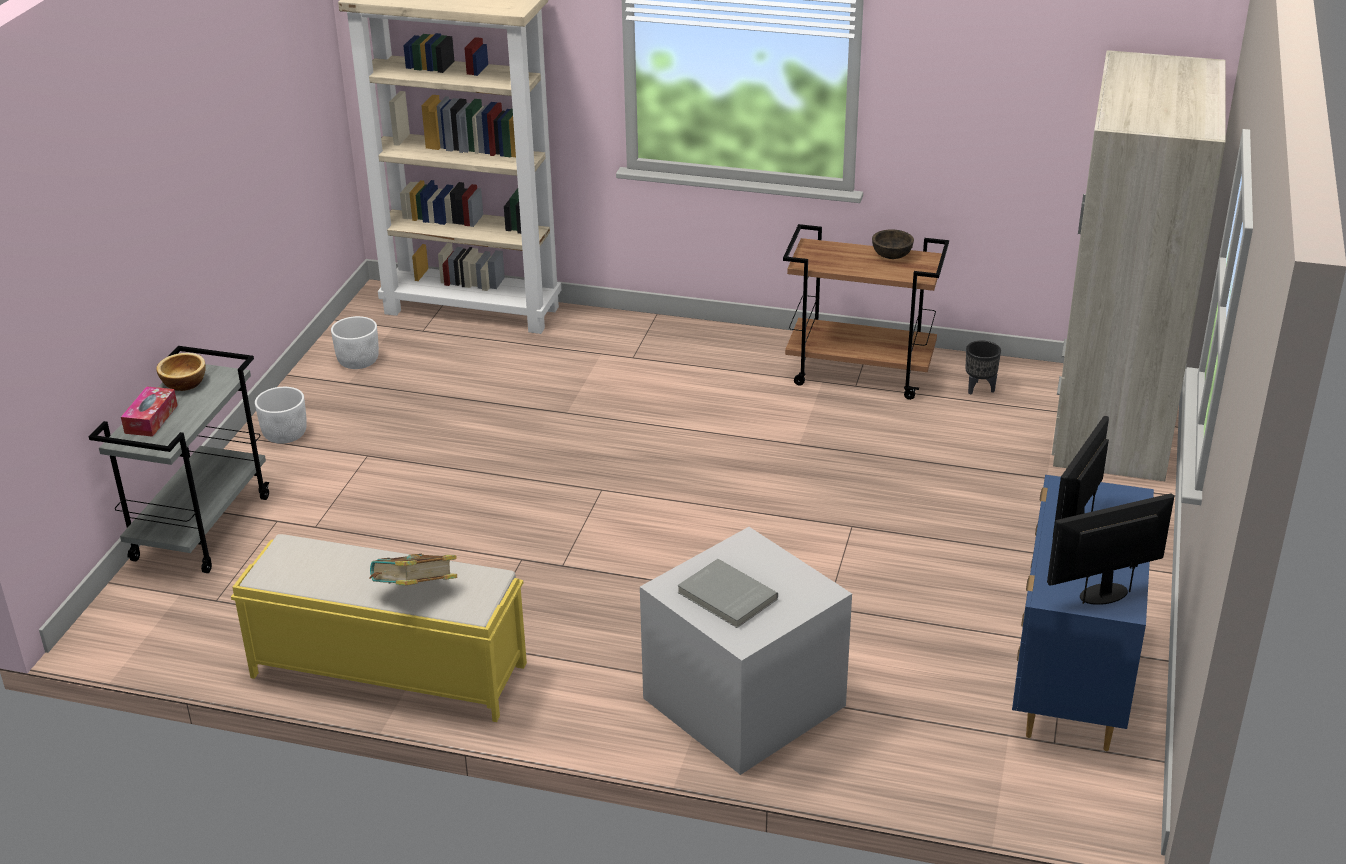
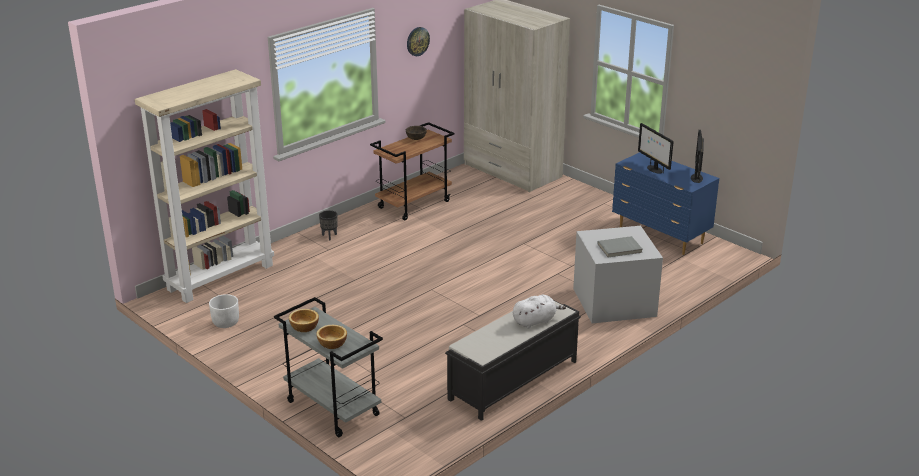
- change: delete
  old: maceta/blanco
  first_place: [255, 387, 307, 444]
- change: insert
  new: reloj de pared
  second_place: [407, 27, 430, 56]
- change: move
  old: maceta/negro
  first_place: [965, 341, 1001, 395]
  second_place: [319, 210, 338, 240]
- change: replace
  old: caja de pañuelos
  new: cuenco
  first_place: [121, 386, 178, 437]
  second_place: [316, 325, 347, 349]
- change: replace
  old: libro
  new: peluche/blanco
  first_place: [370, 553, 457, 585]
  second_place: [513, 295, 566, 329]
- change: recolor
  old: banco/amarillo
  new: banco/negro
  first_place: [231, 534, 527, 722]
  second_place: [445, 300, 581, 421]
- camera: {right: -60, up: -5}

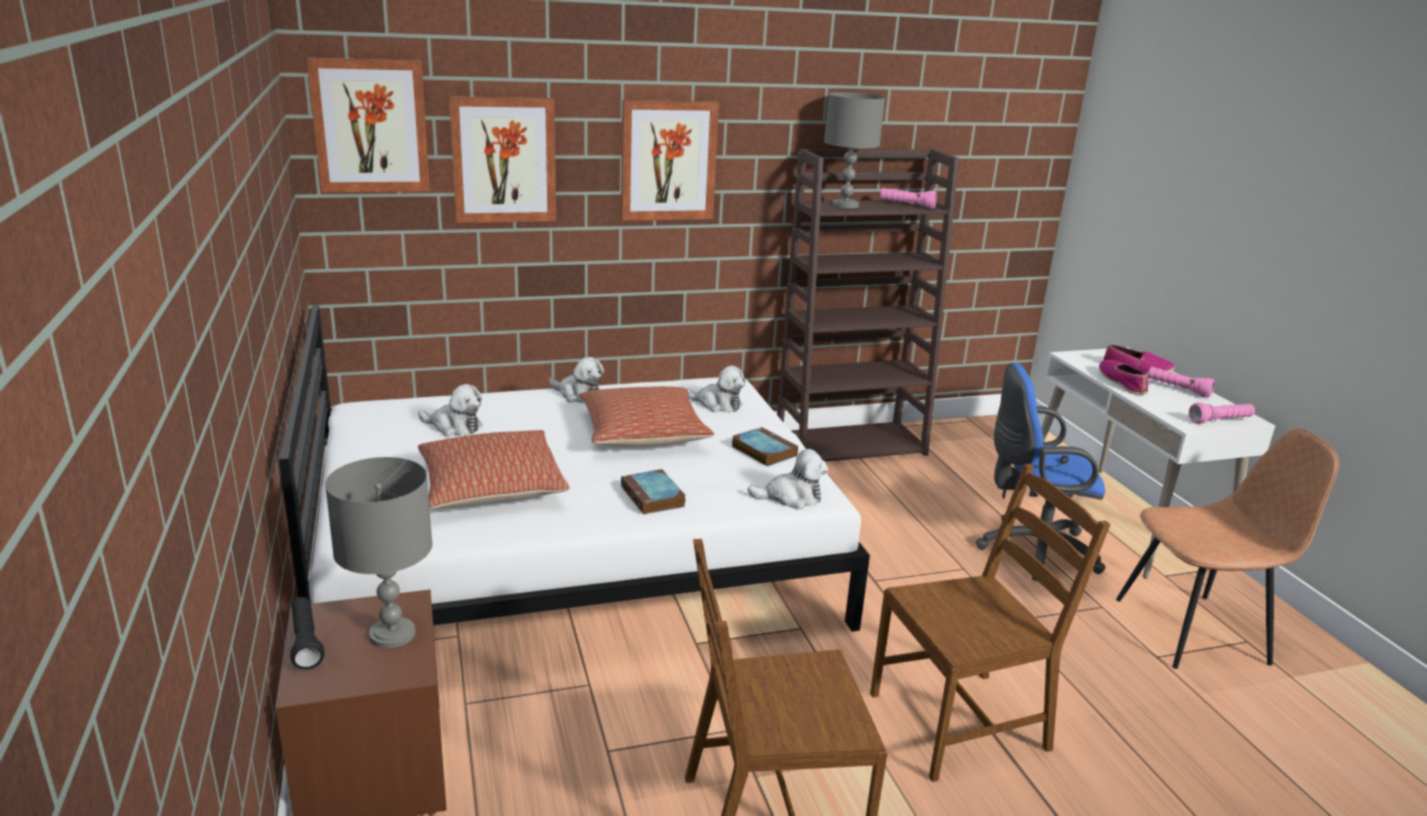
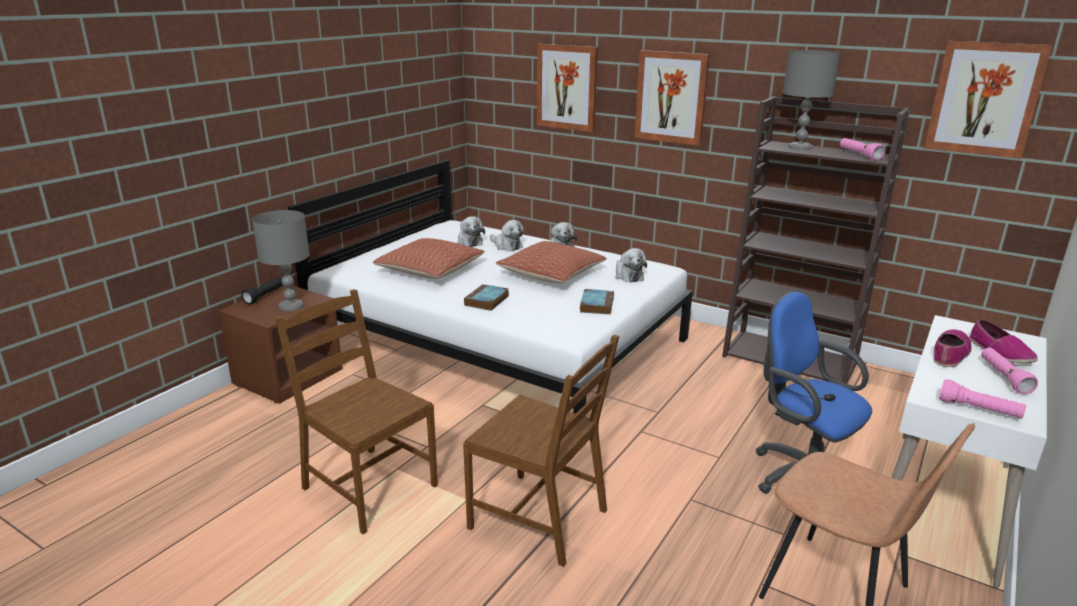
- change: move
  old: cuadro
  first_place: [307, 58, 430, 192]
  second_place: [924, 41, 1053, 159]
- change: move
  old: peluche
  first_place: [748, 449, 828, 509]
  second_place: [490, 220, 524, 251]
- camera: {right: 50, up: 0}

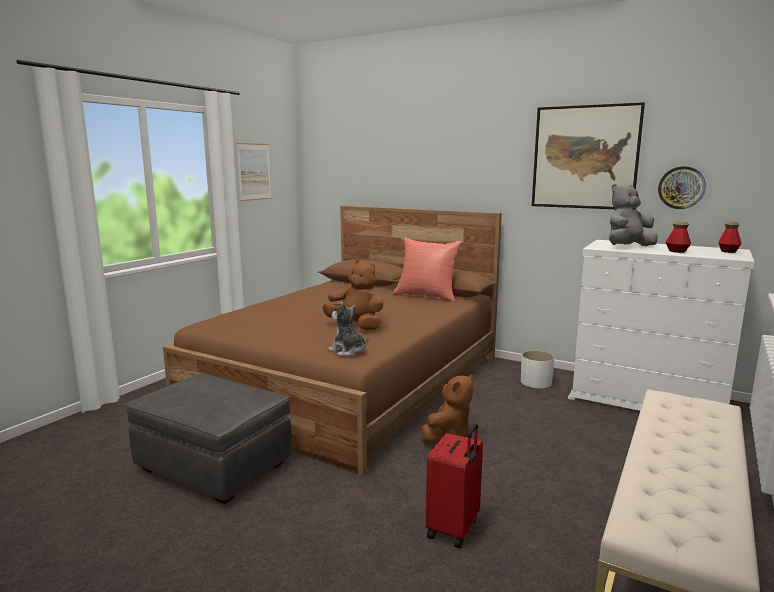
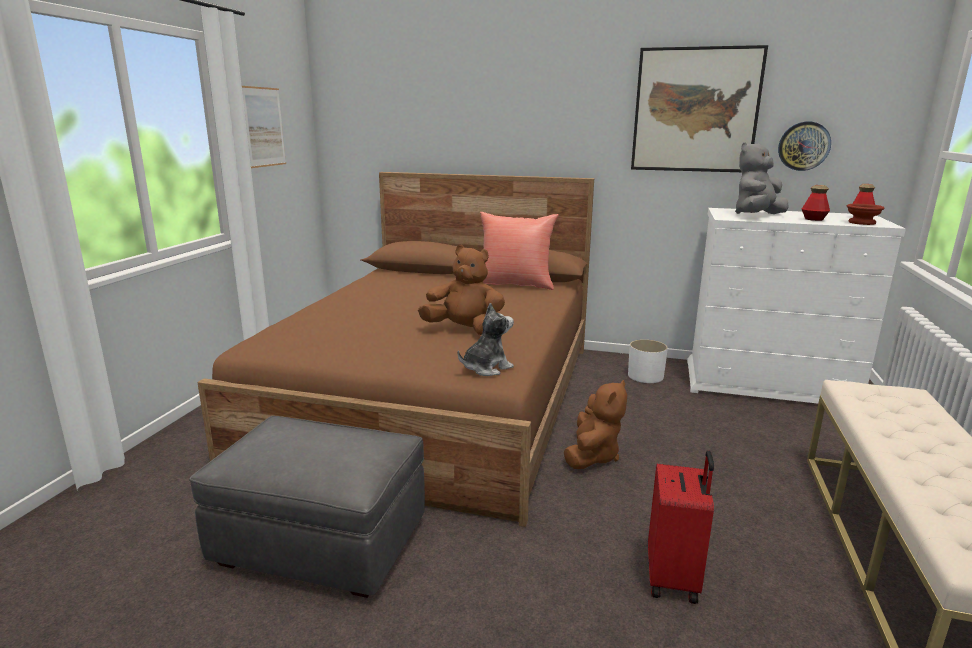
- change: insert
  new: cuenco/marrón
  second_place: [847, 204, 885, 225]
- change: rotate
  old: peluche
  first_place: [328, 302, 368, 356]
  second_place: [458, 303, 514, 376]
  degrees: 120
- camera: {right: -15, up: 5}

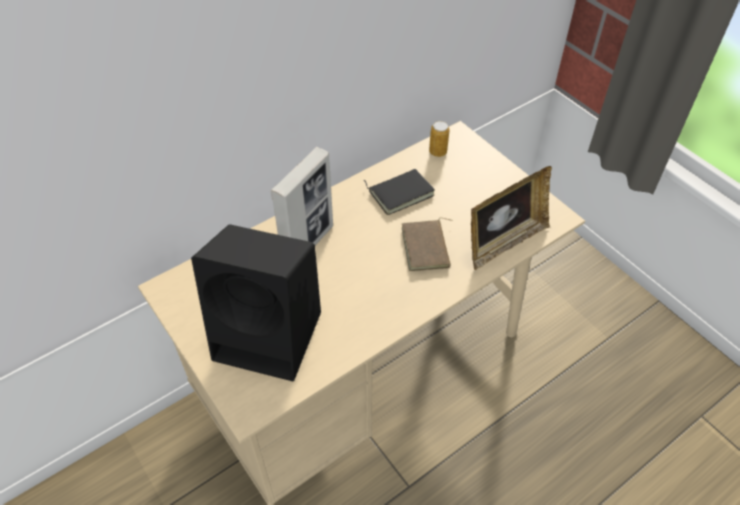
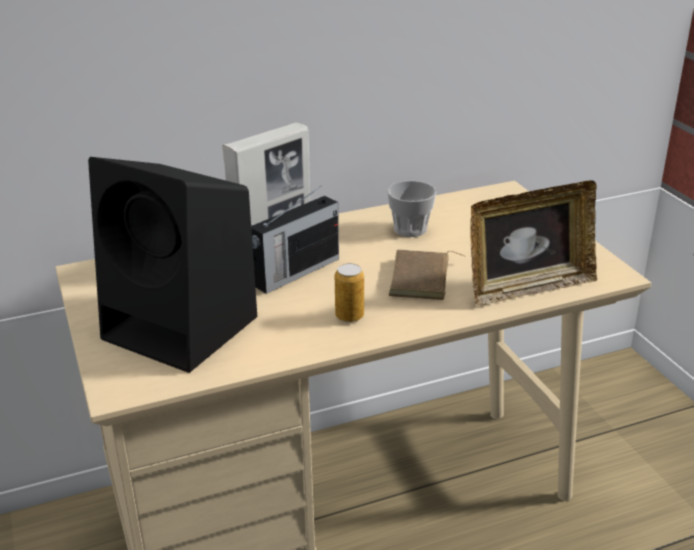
- change: insert
  new: radio
  second_place: [251, 186, 339, 294]
- change: move
  old: lata
  first_place: [429, 121, 450, 157]
  second_place: [335, 263, 364, 322]
- change: replace
  old: libro/negro
  new: taza
  first_place: [364, 169, 435, 215]
  second_place: [387, 181, 436, 237]
- camera: {right: 15, up: -20}

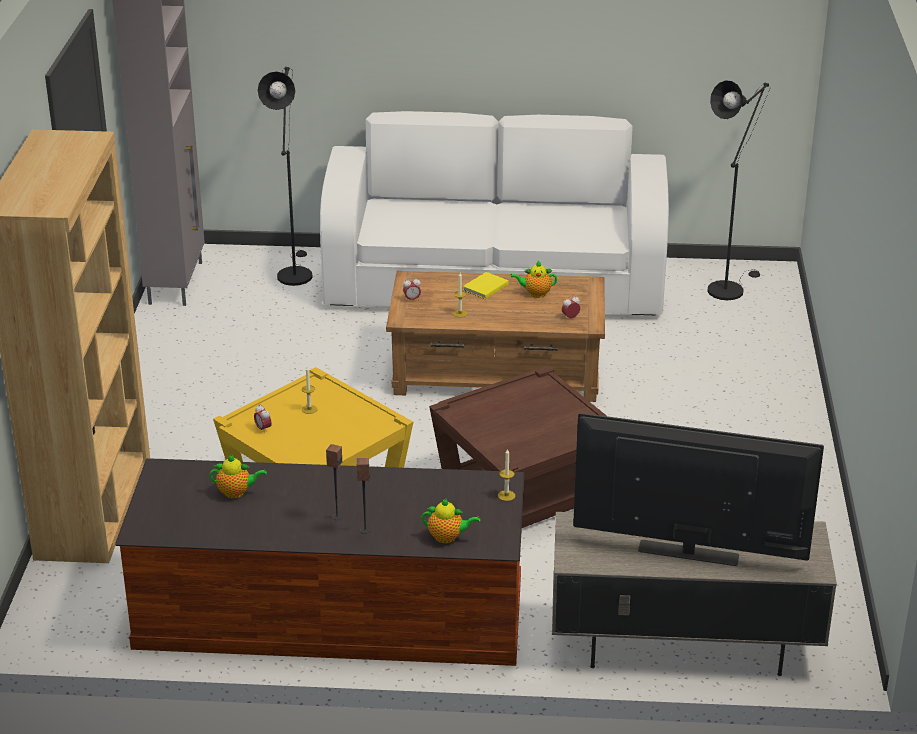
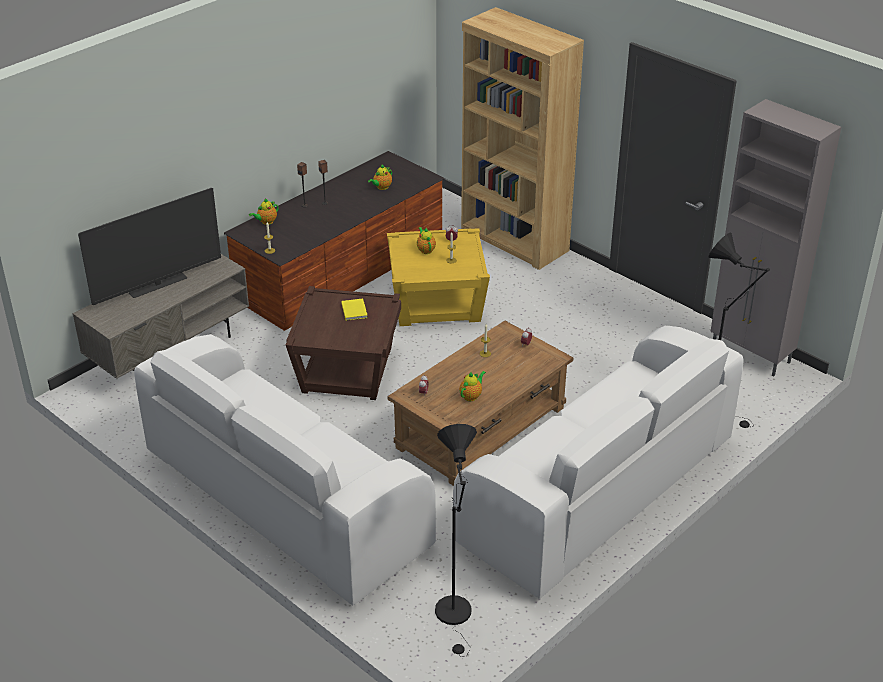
- change: insert
  new: sofá/blanco
  second_place: [134, 334, 436, 605]
- change: insert
  new: tetera
  second_place: [417, 227, 436, 254]
- change: move
  old: libro/amarillo
  first_place: [463, 272, 509, 299]
  second_place: [341, 299, 368, 321]
- camera: {right: 130, up: 5}

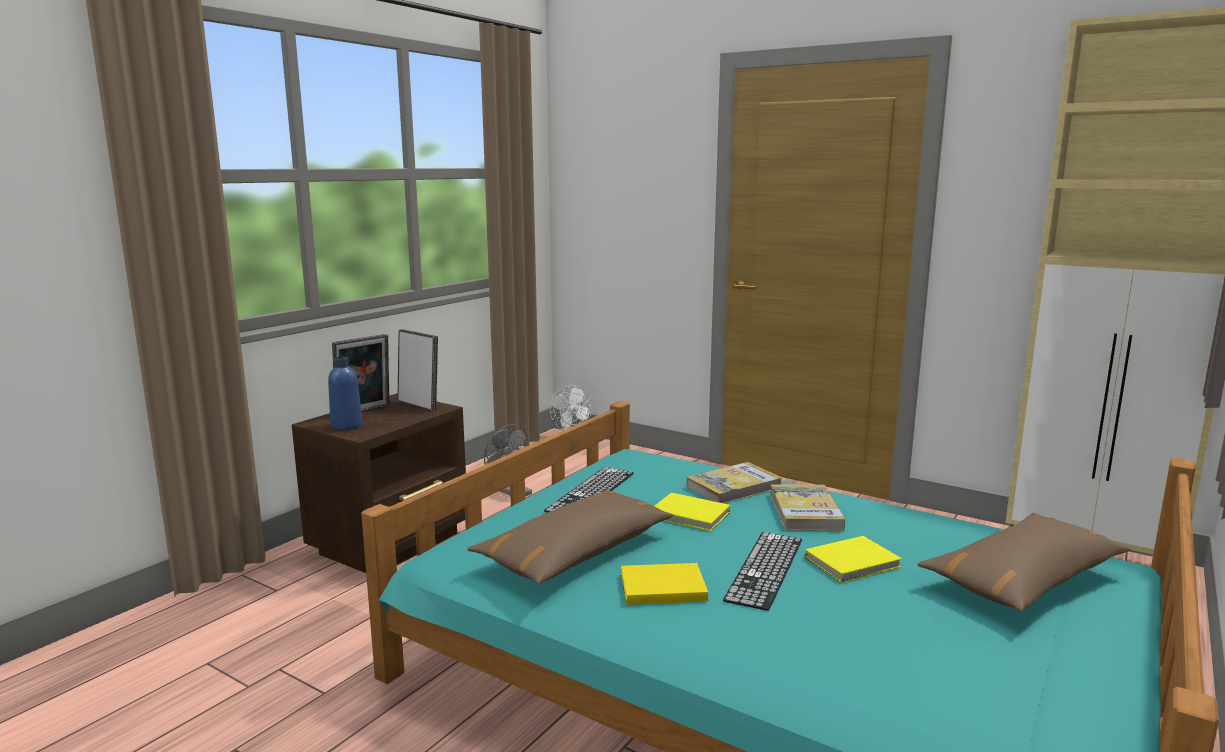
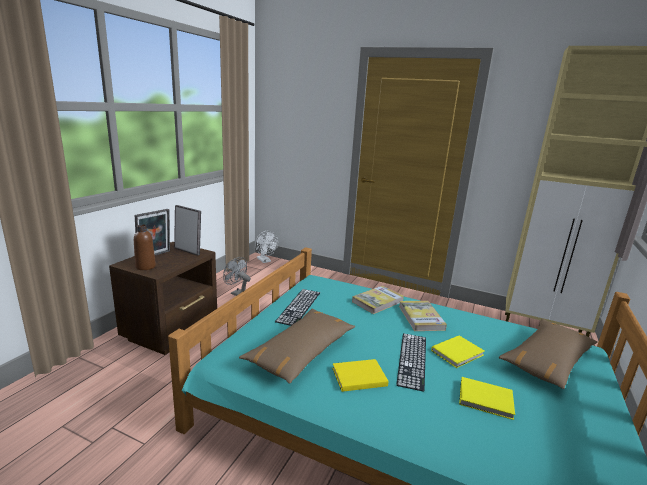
- change: move
  old: libro/amarillo
  first_place: [655, 493, 730, 531]
  second_place: [459, 377, 515, 420]
- change: recolor
  old: botella/azul
  new: botella/marrón
  first_place: [328, 356, 363, 431]
  second_place: [134, 224, 156, 270]
- camera: {right: -10, up: 5}

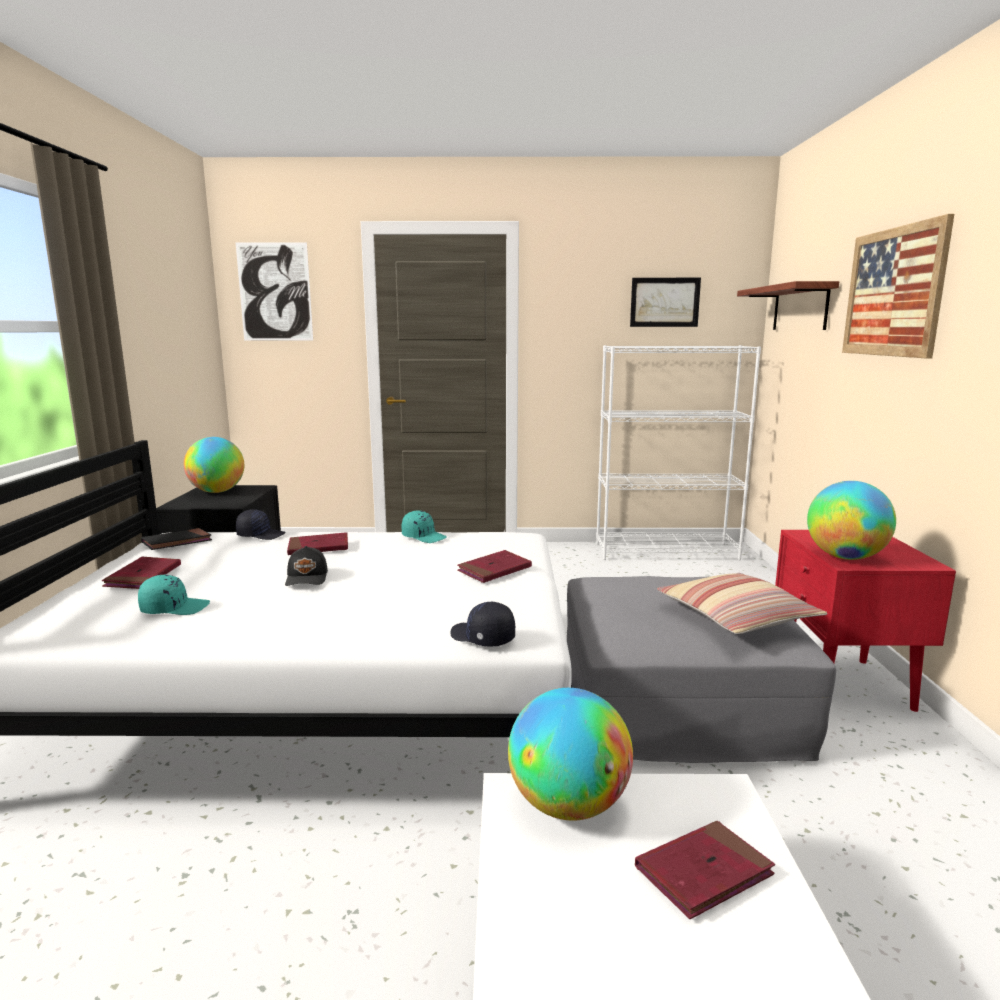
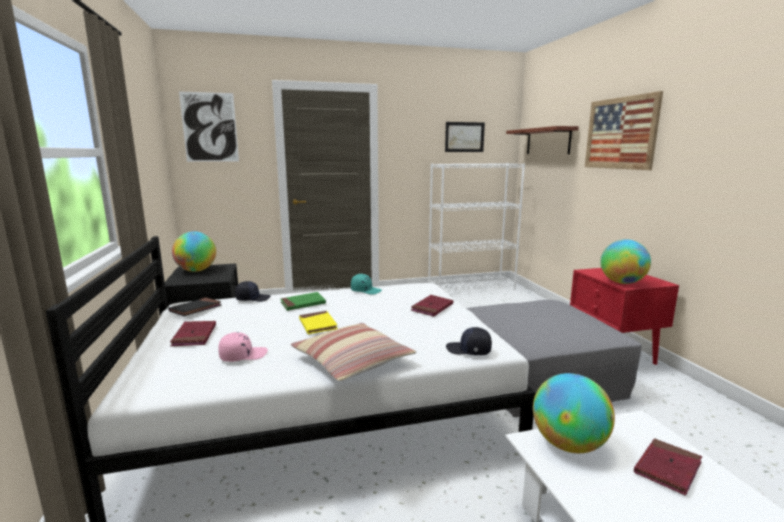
- change: move
  old: cojín
  first_place: [657, 573, 828, 634]
  second_place: [291, 323, 416, 381]
- change: replace
  old: gorra/negro
  new: libro/amarillo
  first_place: [285, 546, 328, 586]
  second_place: [299, 311, 338, 334]
- change: recolor
  old: gorra/turquesa
  new: gorra/rosa
  first_place: [138, 575, 210, 615]
  second_place: [218, 332, 268, 362]
- change: recolor
  old: libro/rojo
  new: libro/verde
  first_place: [287, 532, 348, 555]
  second_place: [281, 292, 326, 311]
- camera: {right: -15, up: 0}

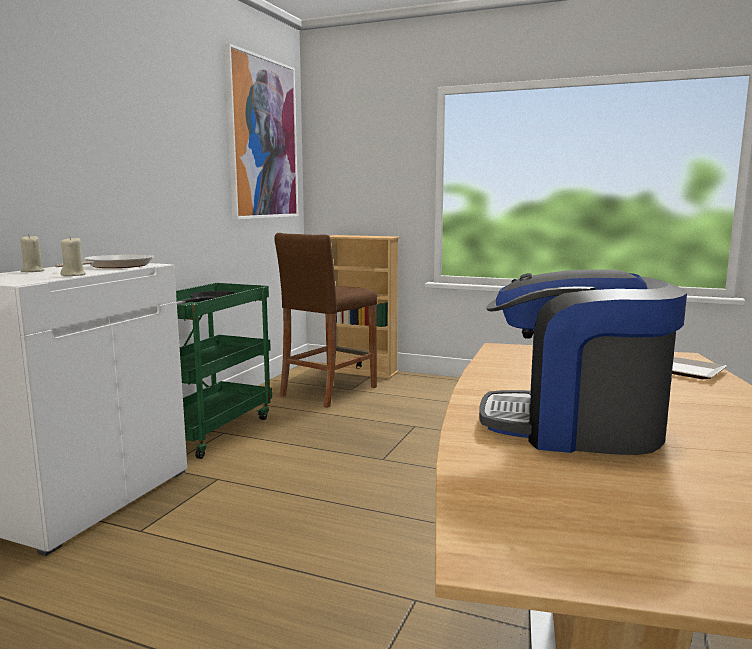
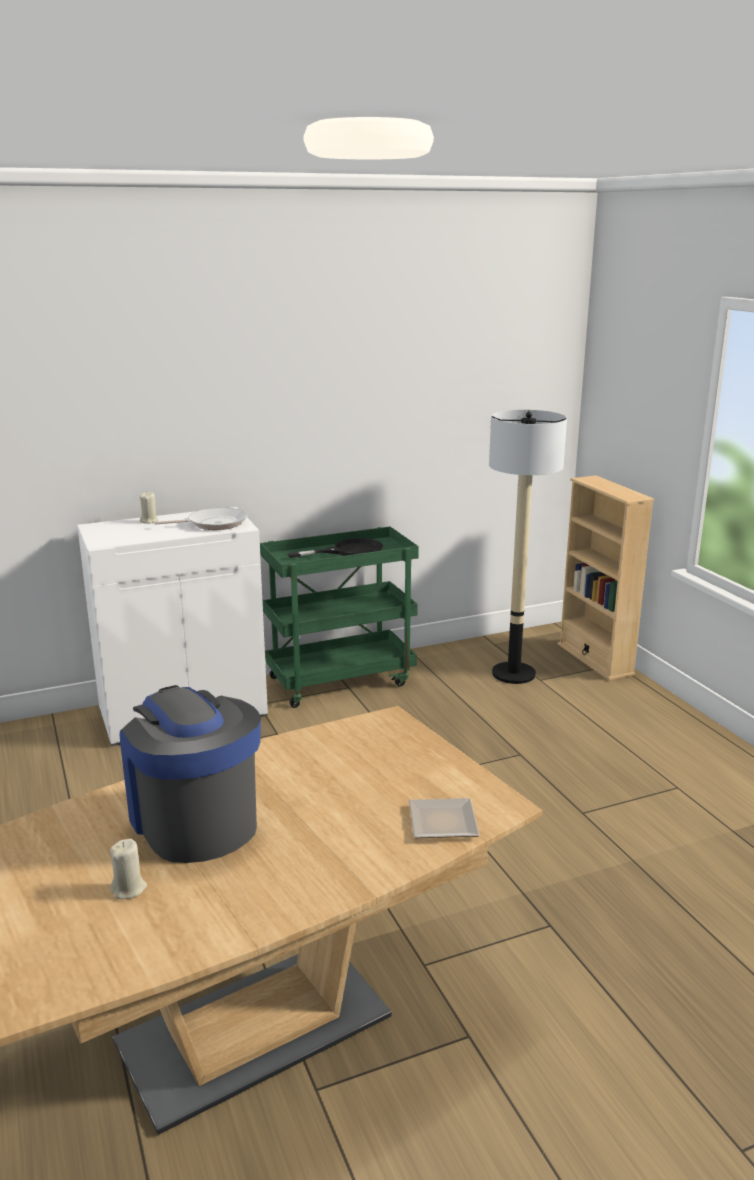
- change: delete
  old: cuadro
  first_place: [224, 43, 298, 219]
- change: move
  old: vela/beis
  first_place: [61, 236, 86, 276]
  second_place: [110, 839, 147, 899]
- change: replace
  old: taburete/marrón
  new: lámpara de pie
  first_place: [274, 233, 377, 408]
  second_place: [489, 410, 567, 684]
- camera: {right: 45, up: 10}

